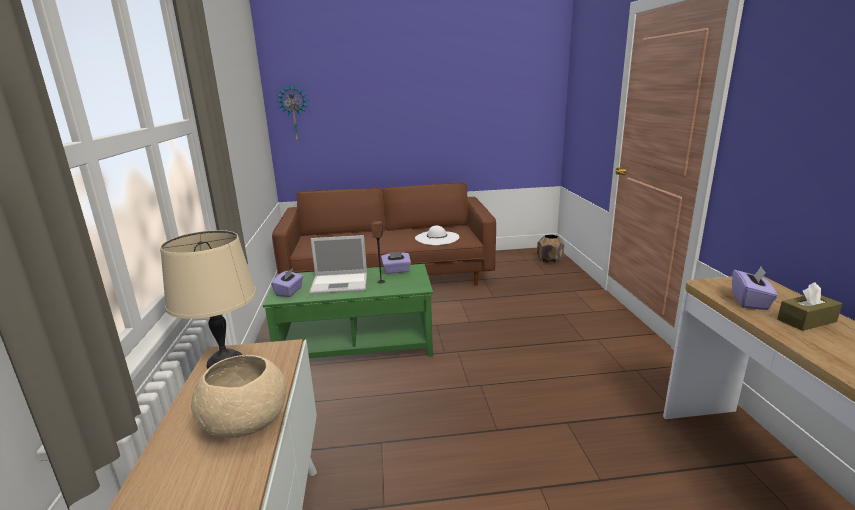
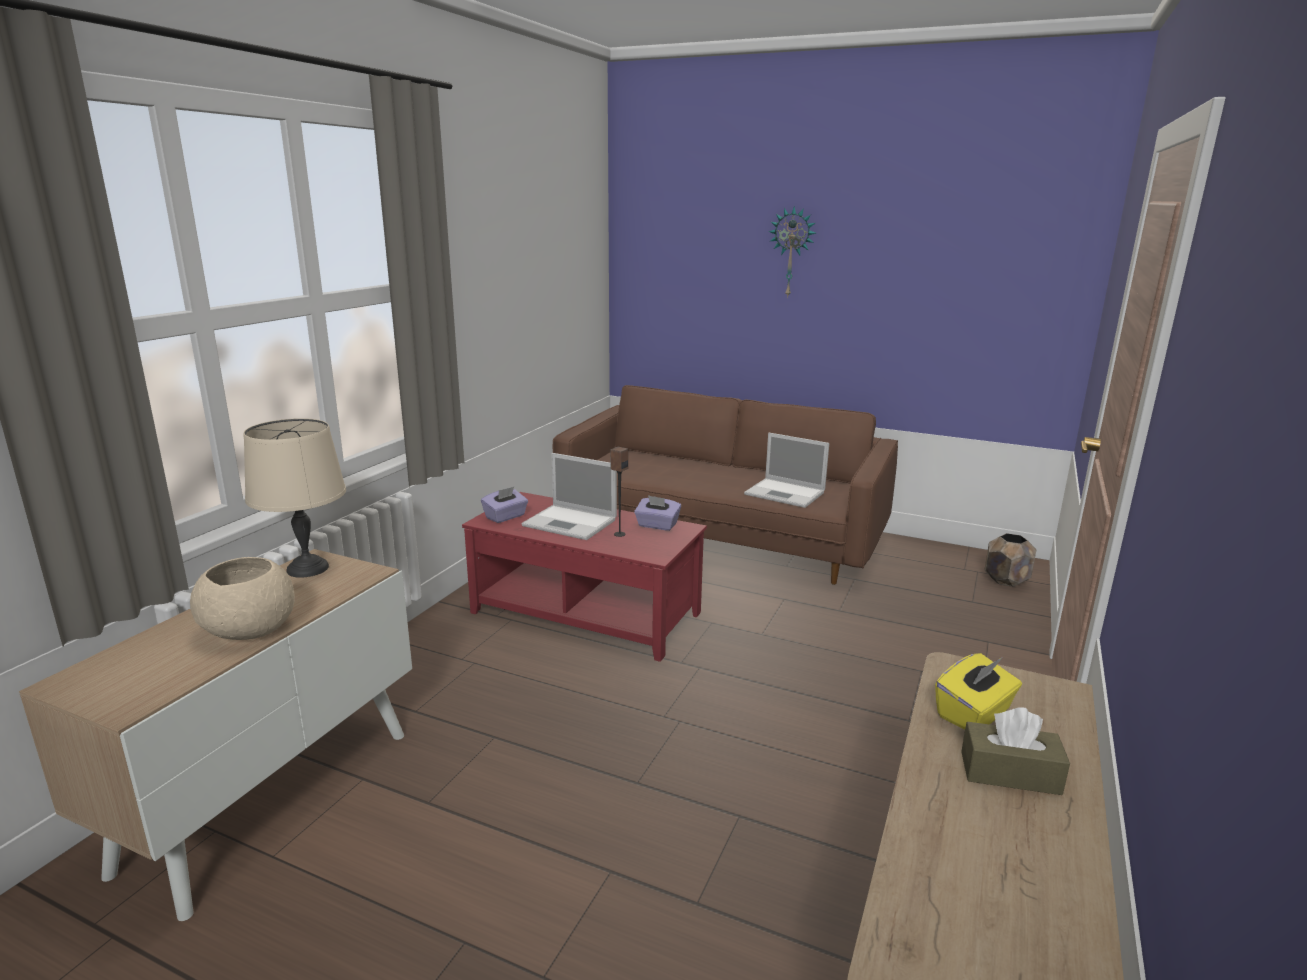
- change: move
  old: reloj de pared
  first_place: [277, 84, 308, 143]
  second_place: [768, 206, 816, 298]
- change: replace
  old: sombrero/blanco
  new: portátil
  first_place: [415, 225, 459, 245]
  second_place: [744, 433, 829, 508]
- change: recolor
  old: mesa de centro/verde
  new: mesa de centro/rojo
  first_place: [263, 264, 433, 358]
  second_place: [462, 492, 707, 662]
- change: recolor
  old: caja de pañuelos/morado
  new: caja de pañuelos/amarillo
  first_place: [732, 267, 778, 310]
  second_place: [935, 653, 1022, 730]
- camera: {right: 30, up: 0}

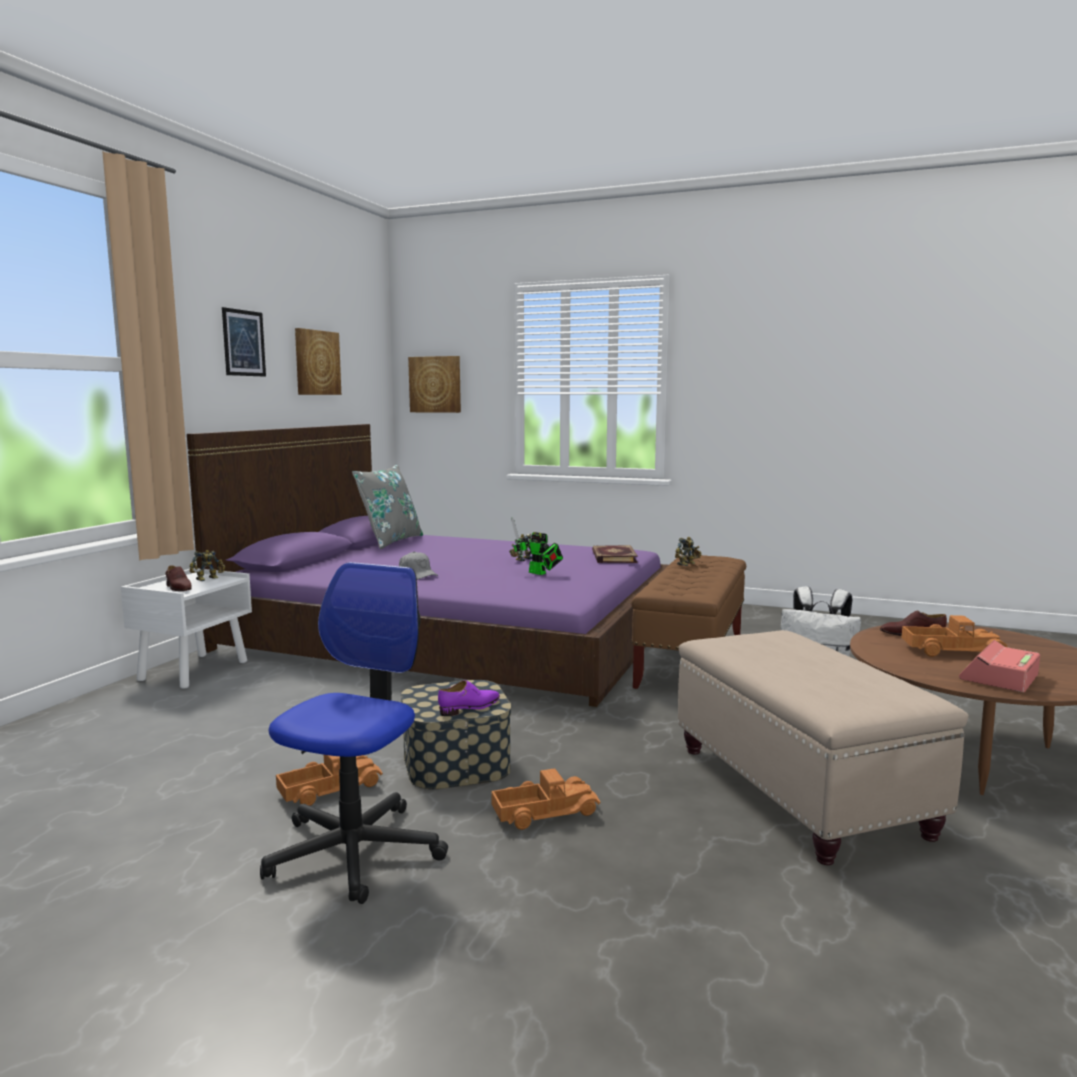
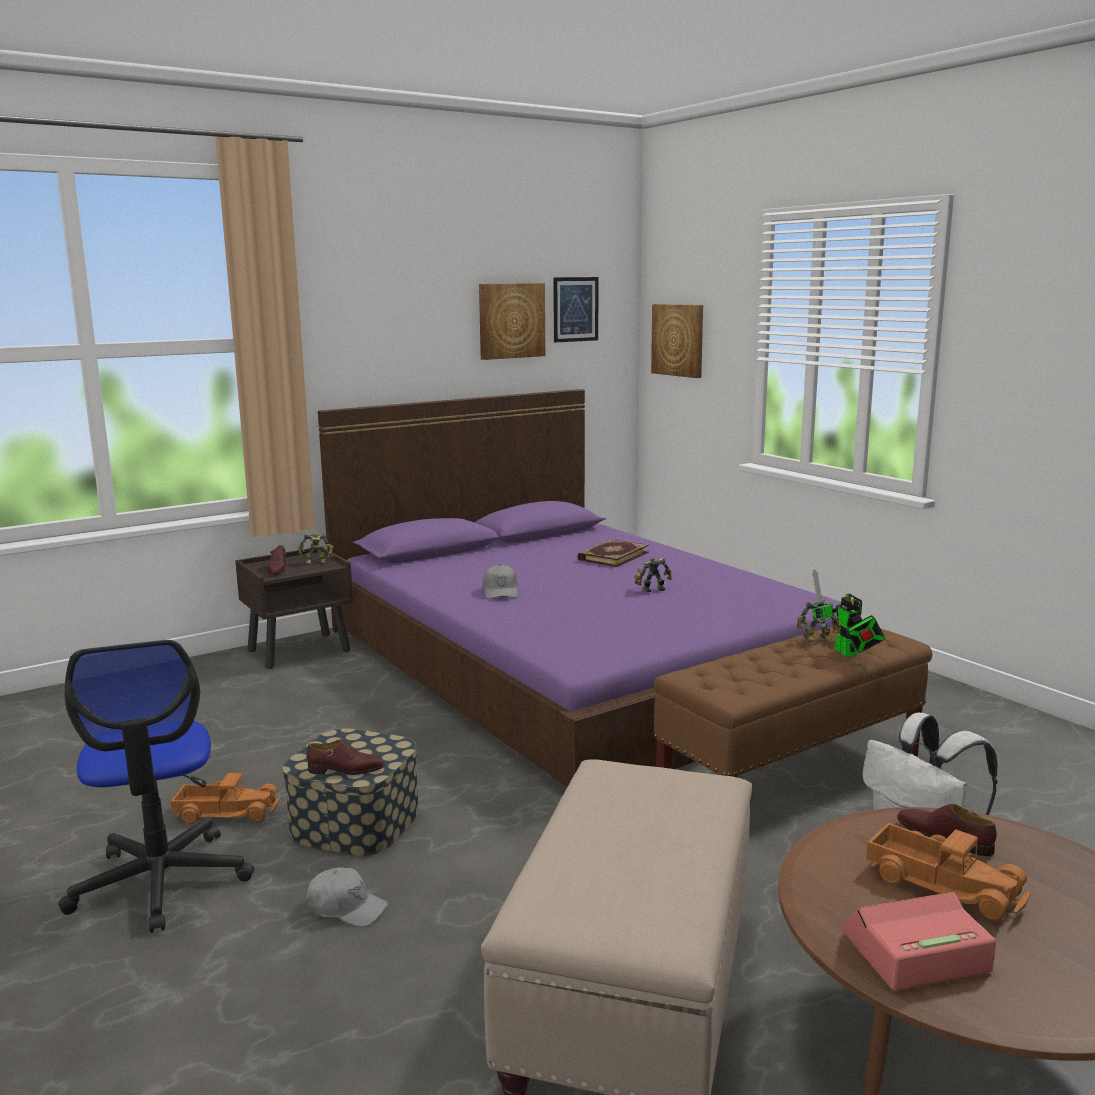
- change: delete
  old: cojín/gris
  first_place: [352, 464, 423, 549]
- change: move
  old: cuadro
  first_place: [222, 307, 266, 377]
  second_place: [553, 277, 599, 343]
- change: move
  old: robot de juguete
  first_place: [512, 517, 563, 575]
  second_place: [812, 569, 885, 657]
- change: move
  old: libro
  first_place: [592, 545, 638, 563]
  second_place: [577, 539, 649, 567]
- change: replace
  old: camión de juguete
  new: gorra/gris
  first_place: [491, 768, 600, 830]
  second_place: [306, 867, 388, 927]
- change: recolor
  old: mesita de noche/blanco
  new: mesita de noche/marrón
  first_place: [121, 568, 252, 688]
  second_place: [235, 547, 353, 669]
- change: recolor
  old: zapato/morado
  new: zapato/marrón
  first_place: [438, 680, 500, 716]
  second_place: [307, 739, 384, 775]
- change: rotate
  old: silla de oficina
  first_place: [260, 562, 448, 904]
  second_place: [58, 640, 254, 933]
  degrees: 105
- camera: {right: 35, up: 5}

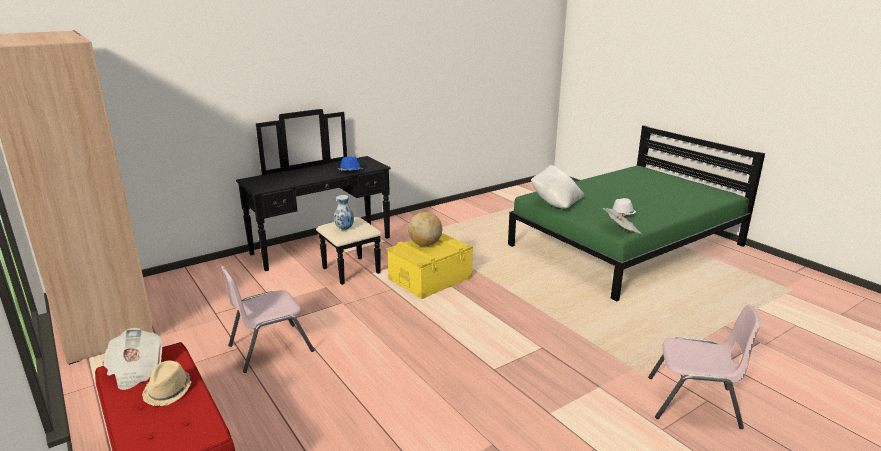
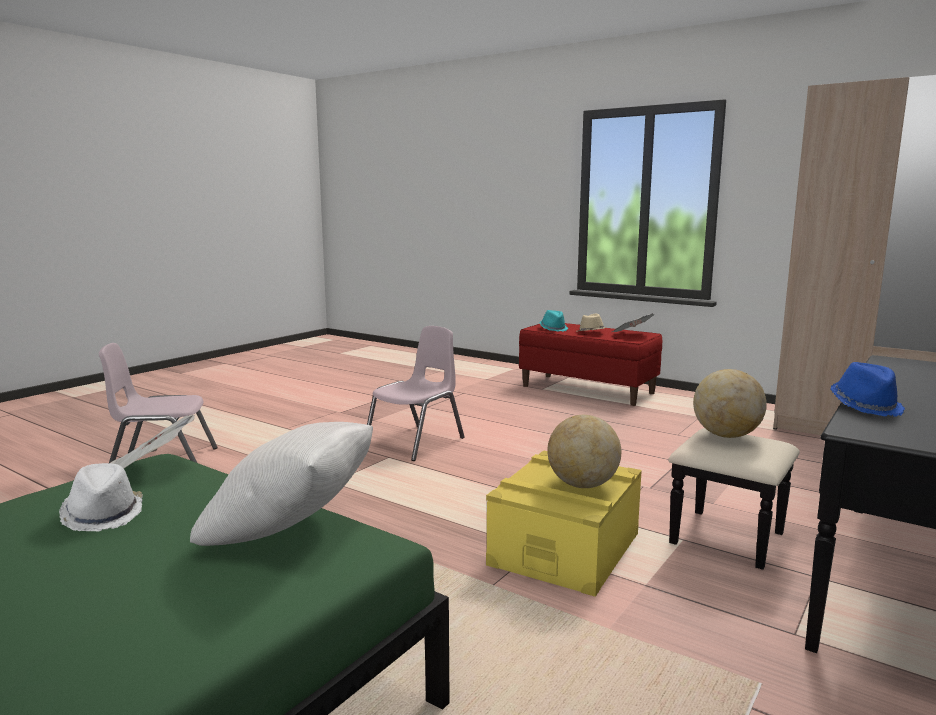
- change: insert
  new: sombrero/turquesa
  second_place: [539, 310, 568, 332]
- change: move
  old: silla/rosa
  first_place: [220, 266, 314, 373]
  second_place: [367, 326, 465, 461]
- change: replace
  old: florero
  new: globo terráqueo
  first_place: [334, 195, 354, 230]
  second_place: [693, 369, 767, 438]
- camera: {right: 160, up: -10}

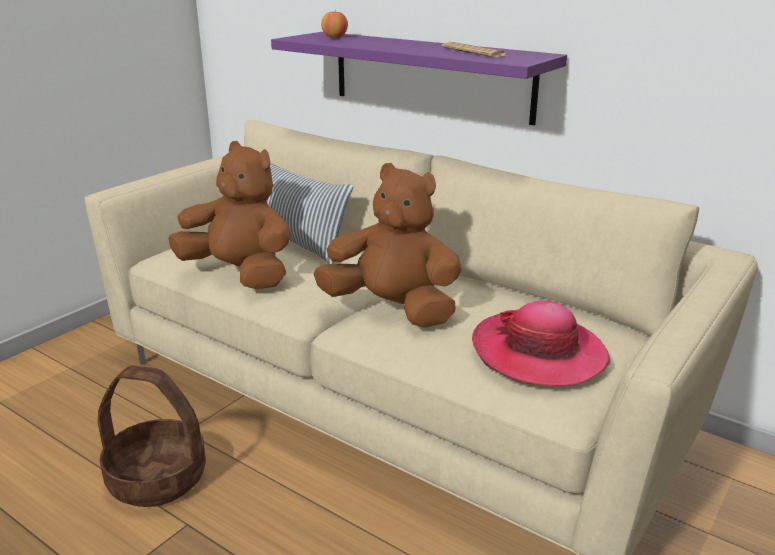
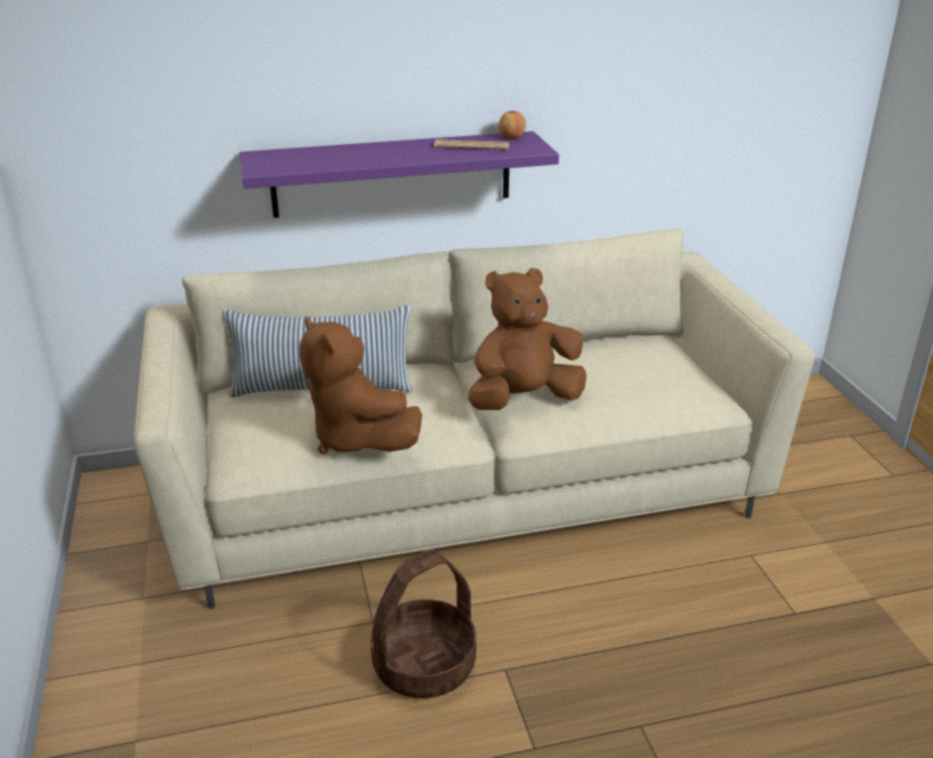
- change: delete
  old: sombrero
  first_place: [472, 301, 611, 386]
- change: move
  old: manzana
  first_place: [321, 10, 348, 38]
  second_place: [499, 109, 526, 139]
- change: rotate
  old: peluche/marrón
  first_place: [168, 141, 291, 289]
  second_place: [299, 316, 422, 455]
  degrees: -105
- camera: {right: -50, up: 5}

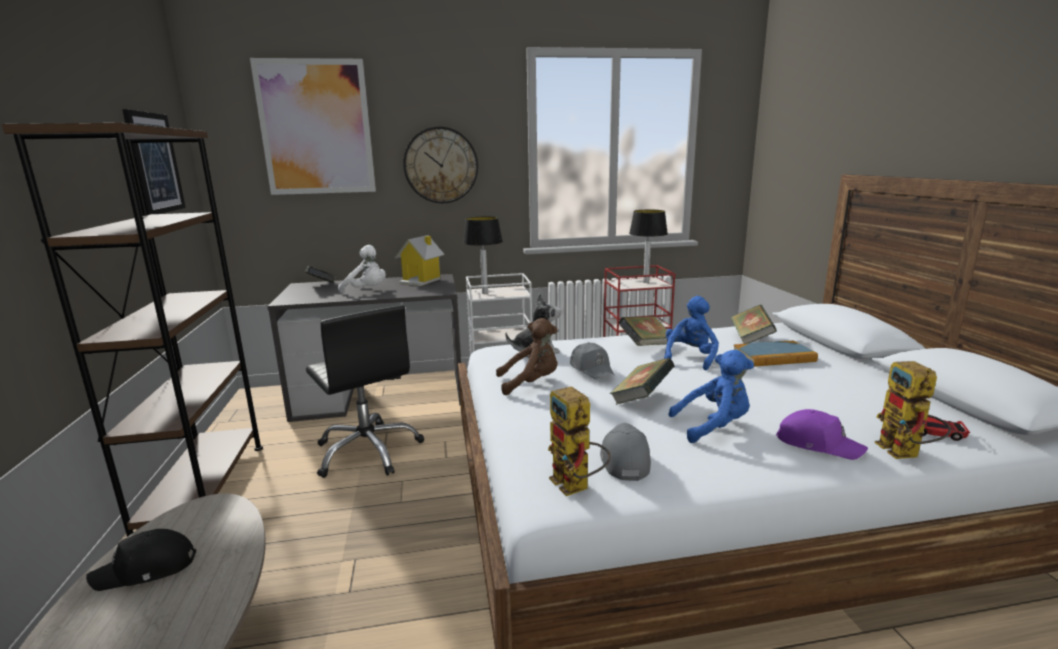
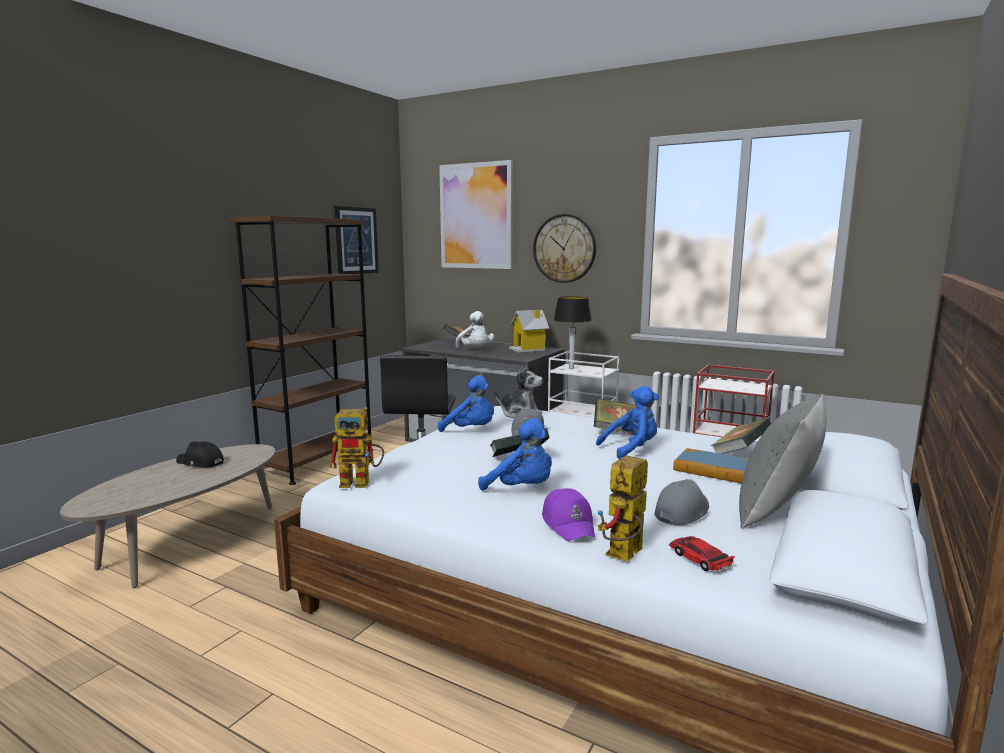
- change: delete
  old: lámpara de mesa
  first_place: [629, 210, 668, 283]
- change: insert
  new: cojín/gris
  second_place: [739, 394, 826, 529]
- change: move
  old: gorra/gris
  first_place: [600, 423, 651, 481]
  second_place: [654, 479, 709, 525]
- change: recolor
  old: peluche/marrón
  new: peluche/azul
  first_place: [496, 318, 558, 395]
  second_place: [438, 375, 494, 432]
- change: rotate
  old: robot de juguete
  first_place: [548, 386, 611, 496]
  second_place: [329, 407, 384, 488]
  degrees: -105
- camera: {right: 40, up: -5}

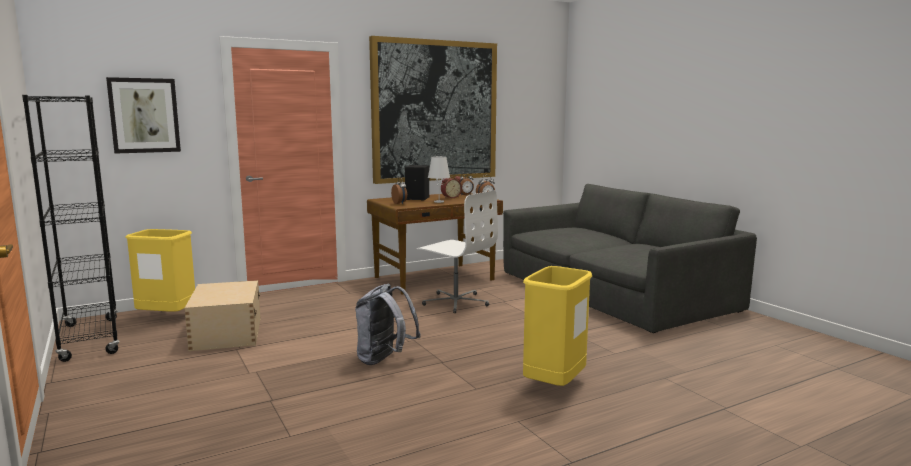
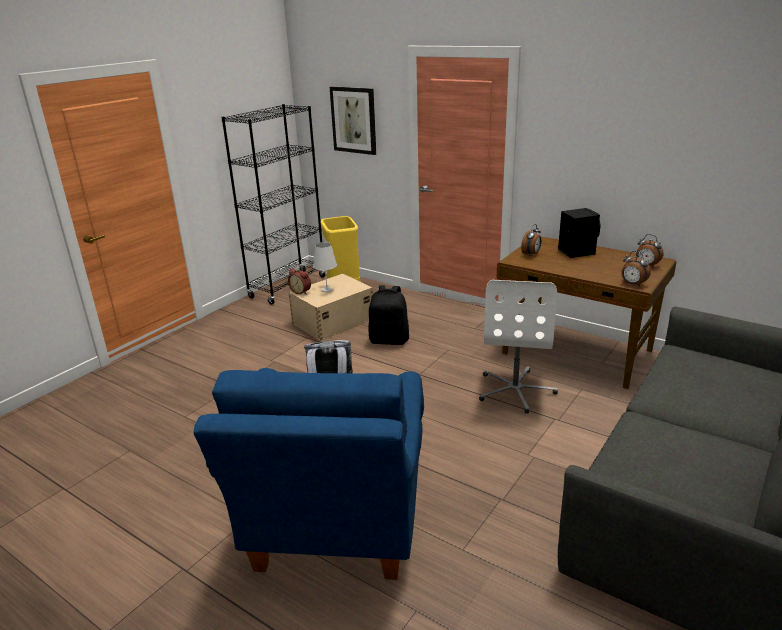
- change: delete
  old: cuadro
  first_place: [369, 36, 497, 184]
- change: insert
  new: mochila/negro
  second_place: [369, 285, 409, 345]
- change: move
  old: lámpara de mesa/blanco
  first_place: [428, 156, 450, 203]
  second_place: [313, 242, 337, 292]
- change: move
  old: despertador
  first_place: [441, 176, 462, 198]
  second_place: [288, 268, 311, 295]
- change: replace
  old: papelera/amarillo
  new: sillón/azul
  first_place: [523, 266, 592, 386]
  second_place: [194, 368, 424, 580]
- camera: {right: 65, up: 15}

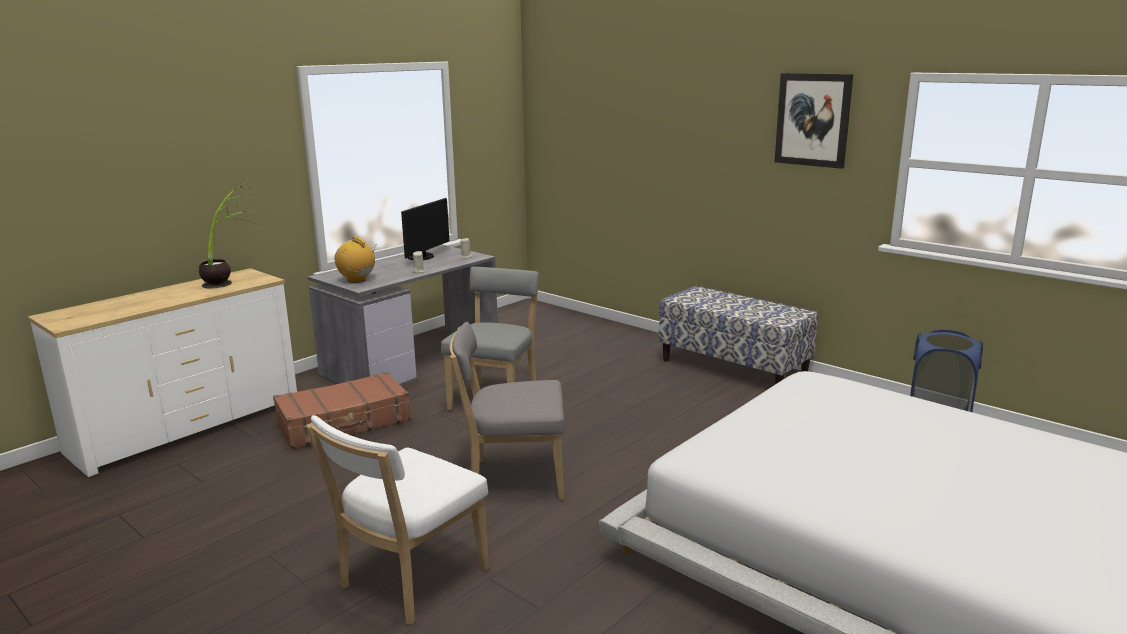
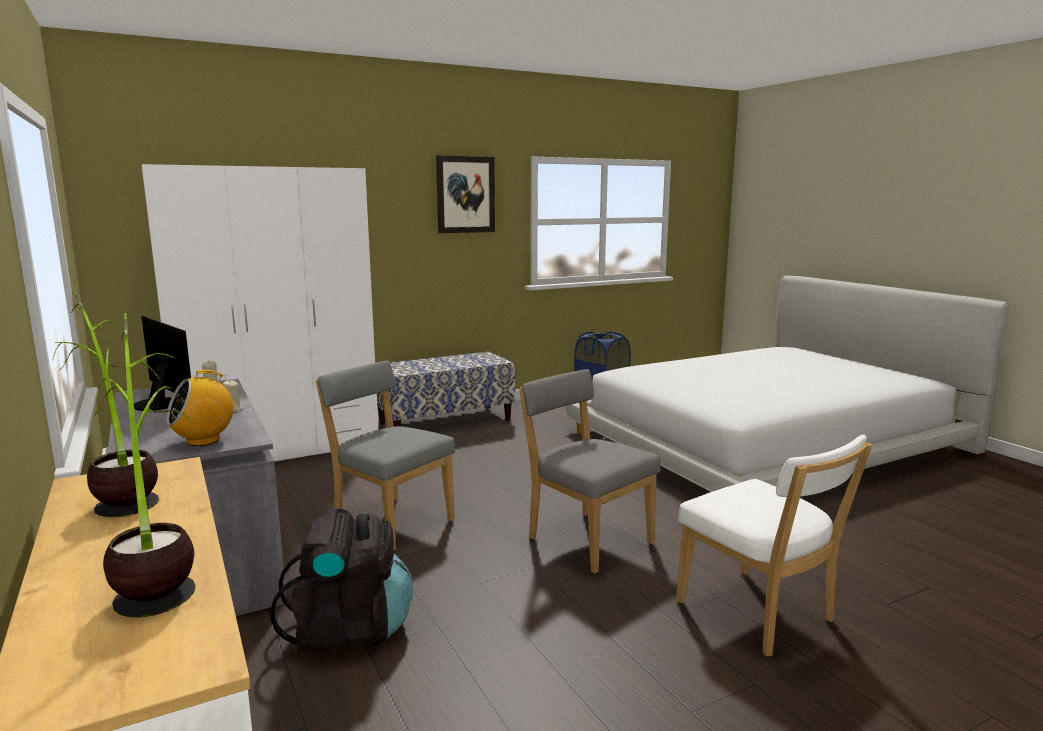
- change: insert
  new: planta en maceta
  second_place: [95, 313, 195, 617]
- change: insert
  new: armario ropero/blanco
  second_place: [142, 164, 379, 462]
- change: replace
  old: maleta/marrón
  new: mochila/negro
  first_place: [273, 372, 411, 449]
  second_place: [270, 508, 413, 651]
- change: rotate
  old: silla/gris
  first_place: [450, 322, 565, 500]
  second_place: [519, 369, 661, 573]
  degrees: 120
- camera: {right: -70, up: -5}

